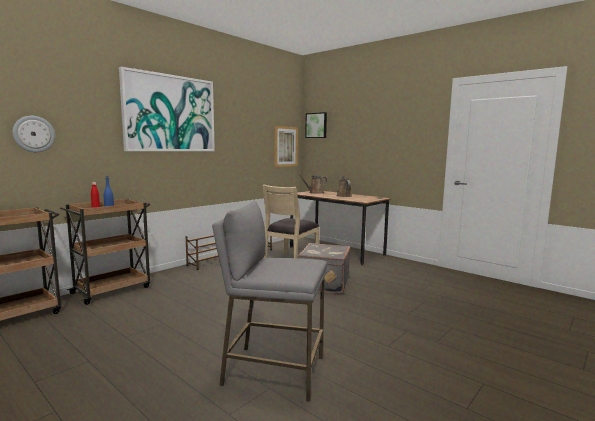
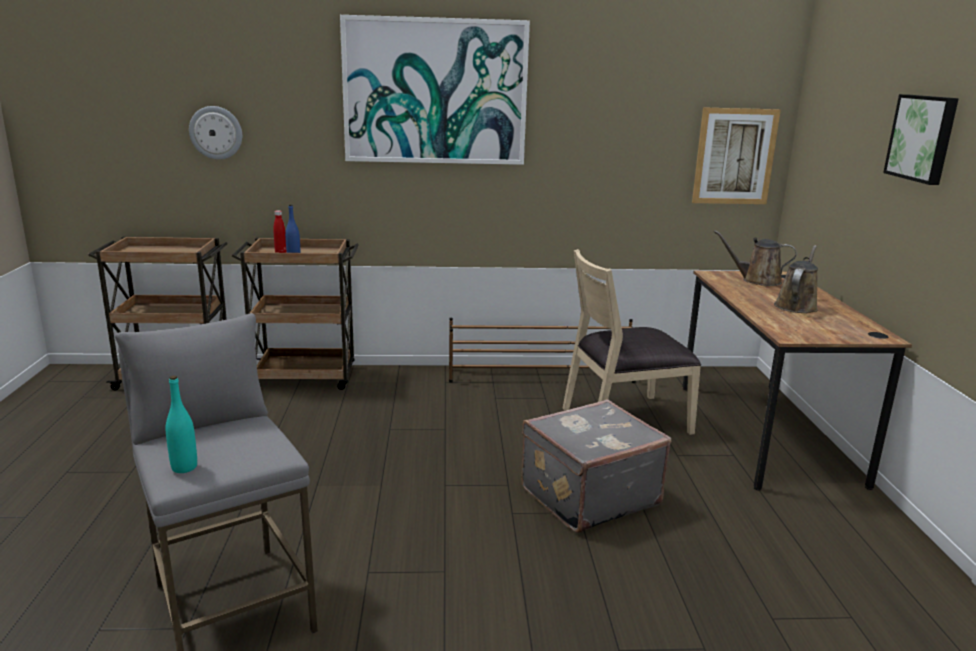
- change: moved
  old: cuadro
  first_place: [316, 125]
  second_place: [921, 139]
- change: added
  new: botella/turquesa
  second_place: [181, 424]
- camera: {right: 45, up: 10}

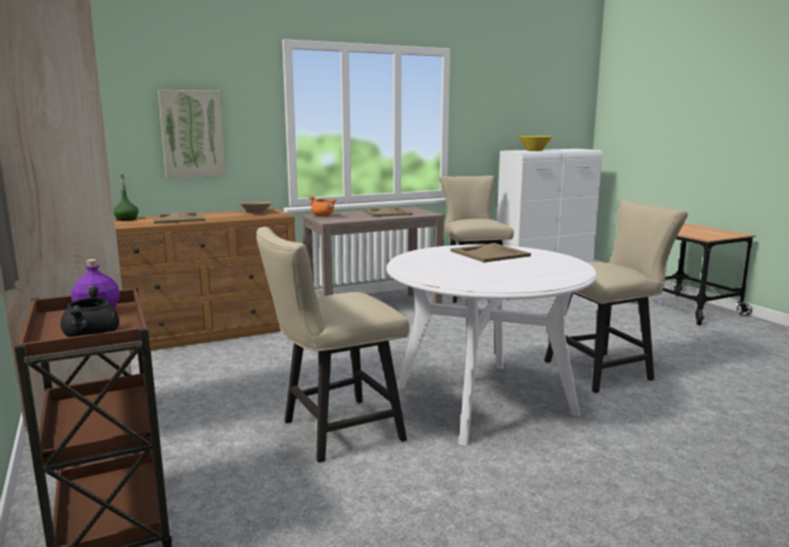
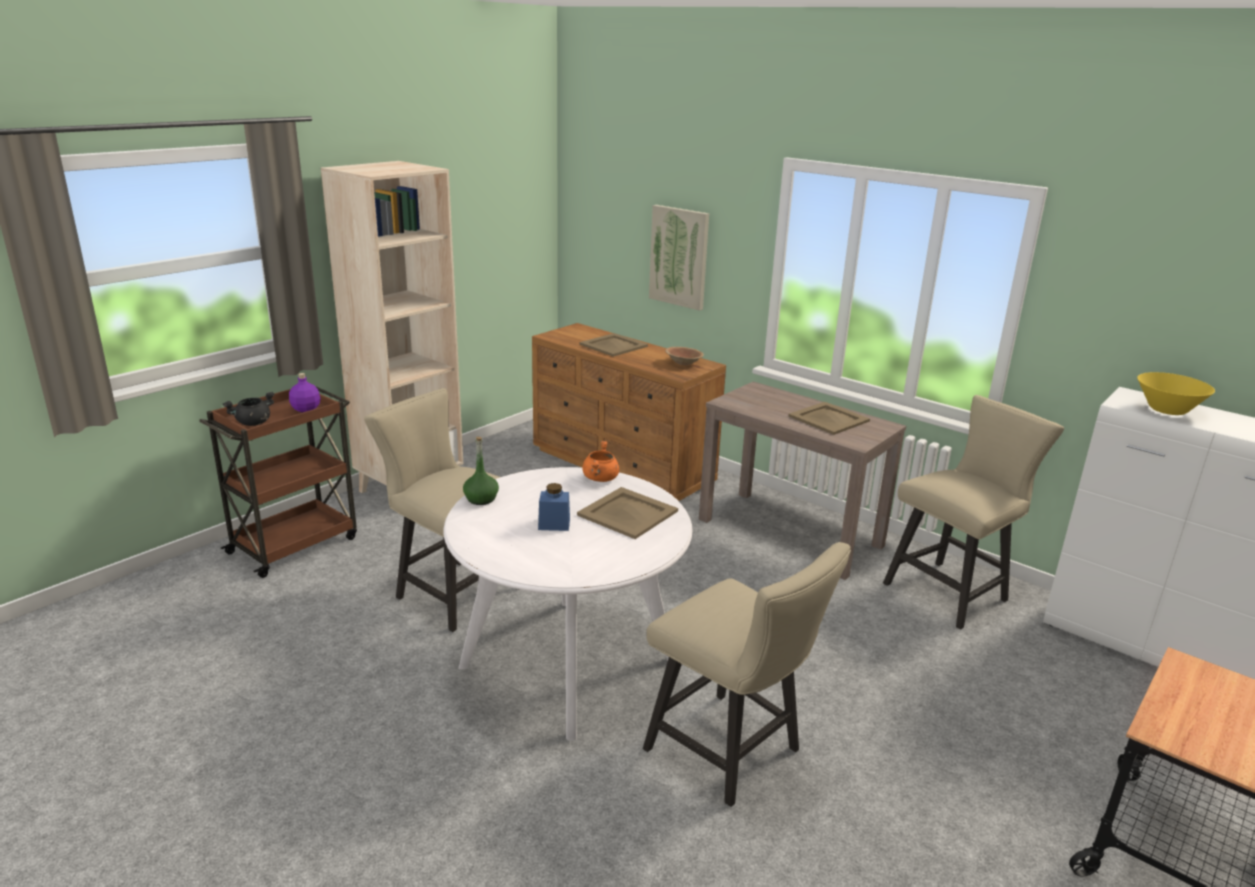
- change: moved
  old: botella/verde
  first_place: [125, 198]
  second_place: [481, 471]
- change: moved
  old: olla/naranja
  first_place: [322, 206]
  second_place: [600, 461]
- change: added
  new: tarro/azul
  second_place: [554, 507]
- camera: {right: 65, up: 10}

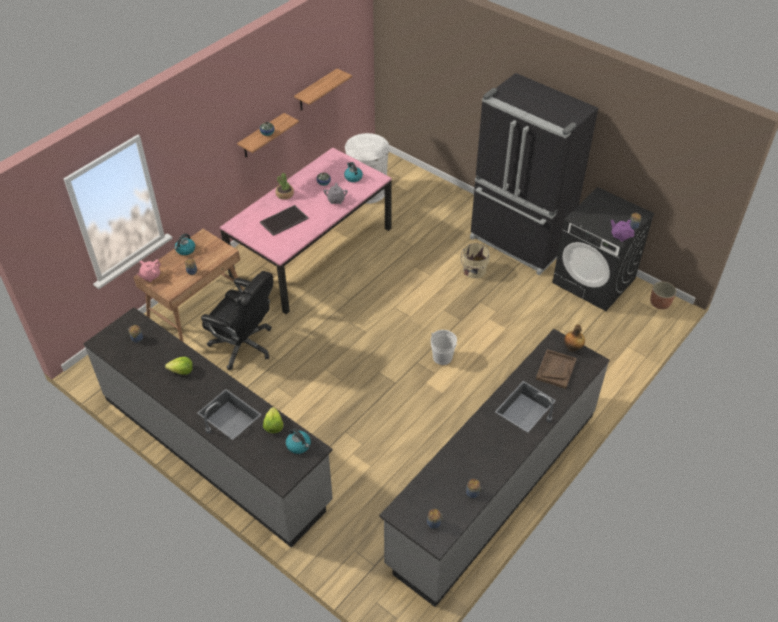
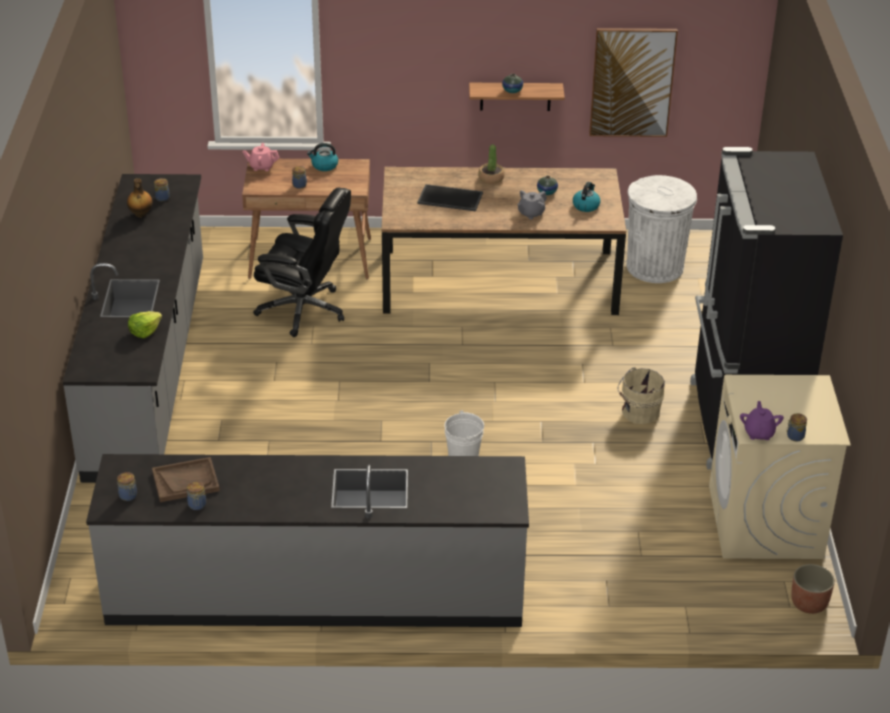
- change: removed
  old: lechuga
  first_place: [179, 366]
- change: turned
  old: silla de oficina/negro
  first_place: [237, 320]
  second_place: [302, 262]
  degrees: -60
- change: recoloured
  old: mesa de comedor/rosa
  new: mesa de comedor/marrón
  first_place: [306, 231]
  second_place: [503, 241]
- change: removed
  old: hervidor
  first_place: [298, 441]
- change: replaced
  old: estante
  new: cuadro
  first_place: [323, 90]
  second_place: [633, 82]
- change: moved
  old: bandeja/marrón
  first_place: [556, 369]
  second_place: [186, 479]
- change: recoloured
  old: lavadora/negro
  new: lavadora/beis
  first_place: [603, 249]
  second_place: [780, 467]
- change: moved
  old: botella
  first_place: [574, 338]
  second_place: [140, 198]
- camera: {right: 50, up: -10}

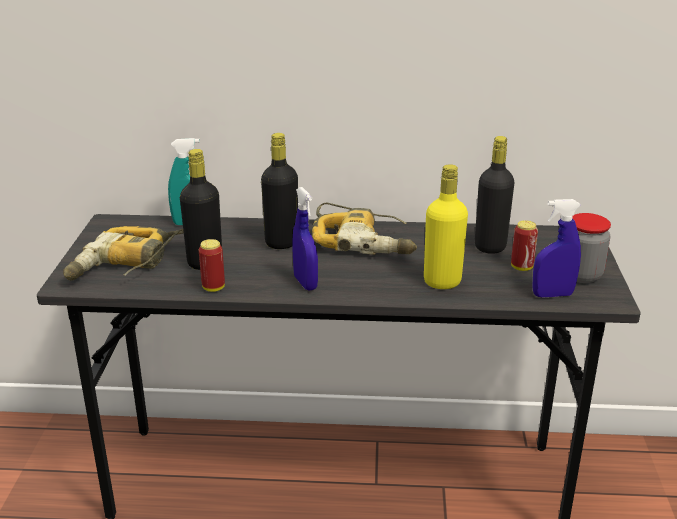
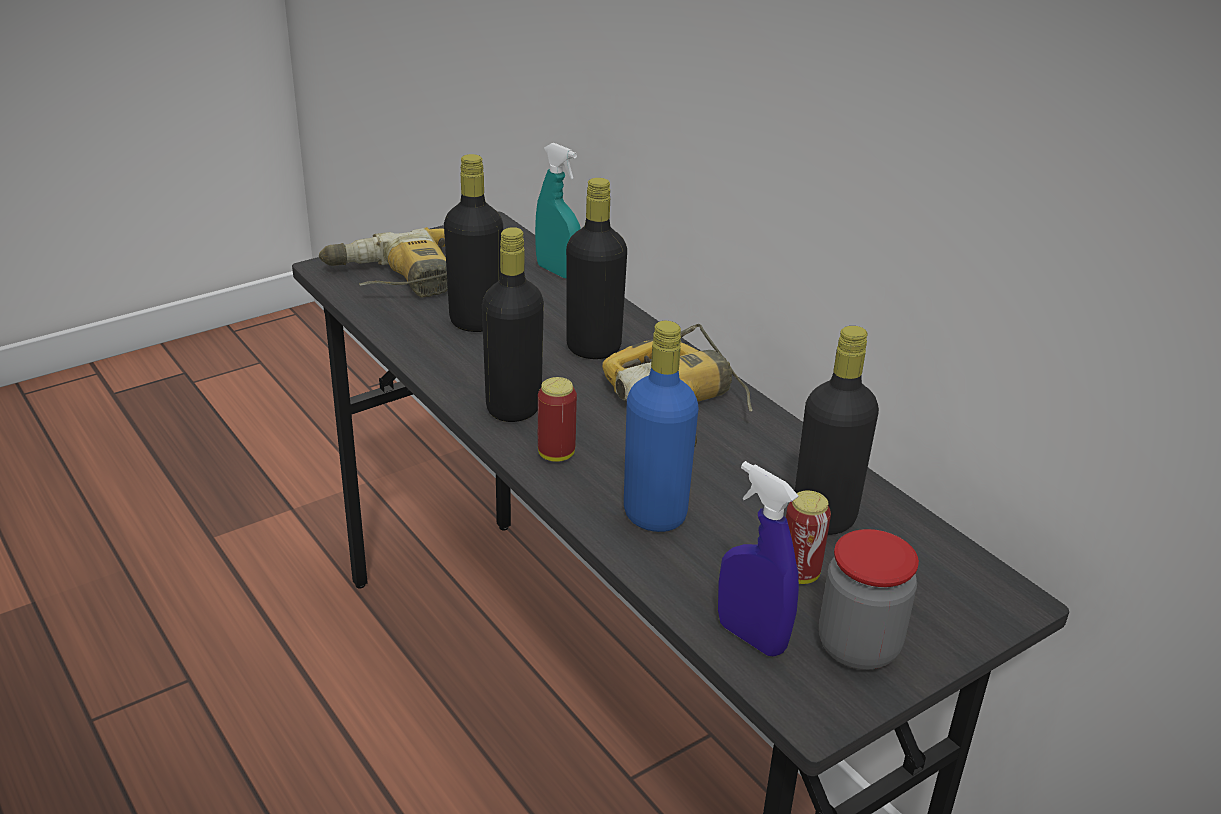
- change: moved
  old: lata
  first_place: [212, 265]
  second_place: [557, 419]
- change: replaced
  old: pulverizador/azul
  new: botella/negro
  first_place: [305, 239]
  second_place: [513, 324]
- change: recoloured
  old: botella/amarillo
  new: botella/azul
  first_place: [446, 226]
  second_place: [661, 426]
- camera: {right: 50, up: 5}

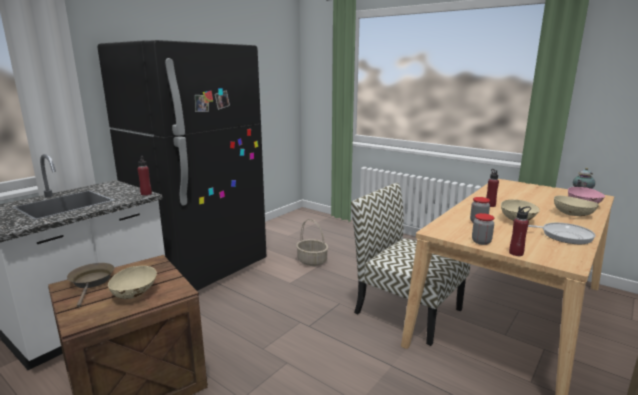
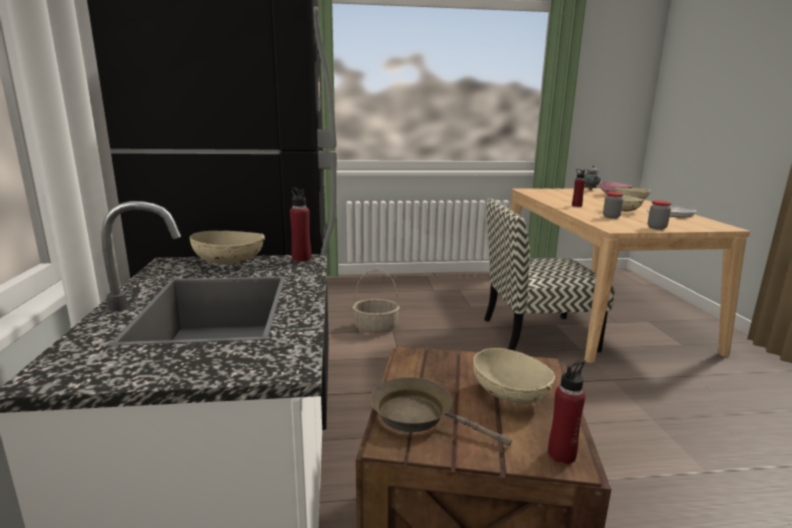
- change: moved
  old: botella/rojo
  first_place: [520, 231]
  second_place: [567, 412]
- change: added
  new: cuenco/beis
  second_place: [227, 248]
- camera: {right: -45, up: 0}

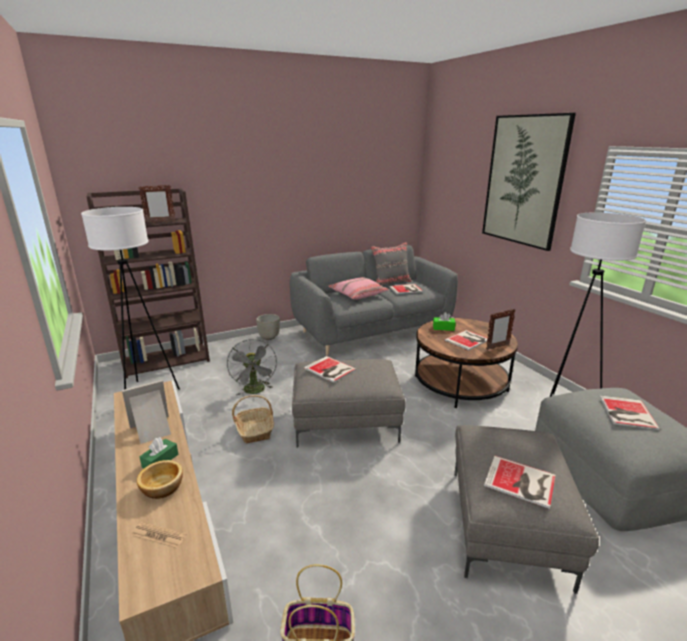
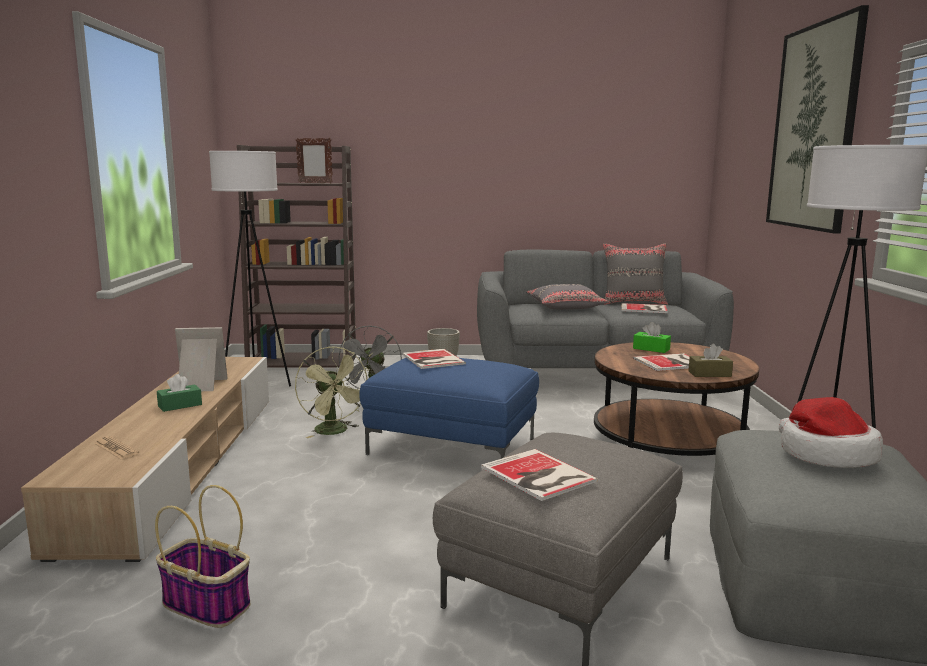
- change: removed
  old: cuenco
  first_place: [160, 479]
- change: replaced
  old: cesta
  new: ventilador/verde
  first_place: [253, 419]
  second_place: [332, 392]
- change: recoloured
  old: puf/gris
  new: puf/azul
  first_place: [349, 403]
  second_place: [449, 408]
- change: recoloured
  old: cojín/rosa
  new: cojín/gris
  first_place: [358, 288]
  second_place: [567, 297]
- change: replaced
  old: portarretratos
  new: caja de pañuelos/marrón
  first_place: [501, 329]
  second_place: [711, 360]
- change: replaced
  old: libro
  new: sombrero
  first_place: [630, 412]
  second_place: [831, 432]
- camera: {right: 25, up: -10}

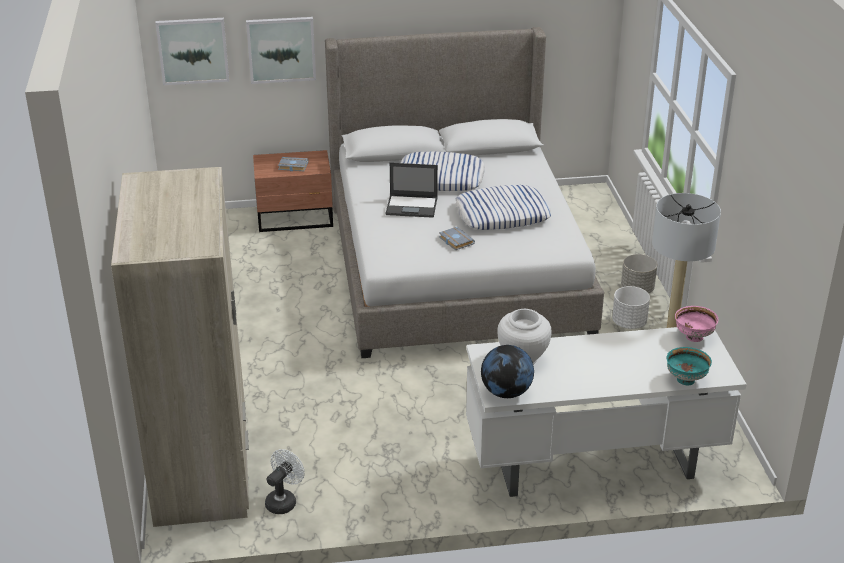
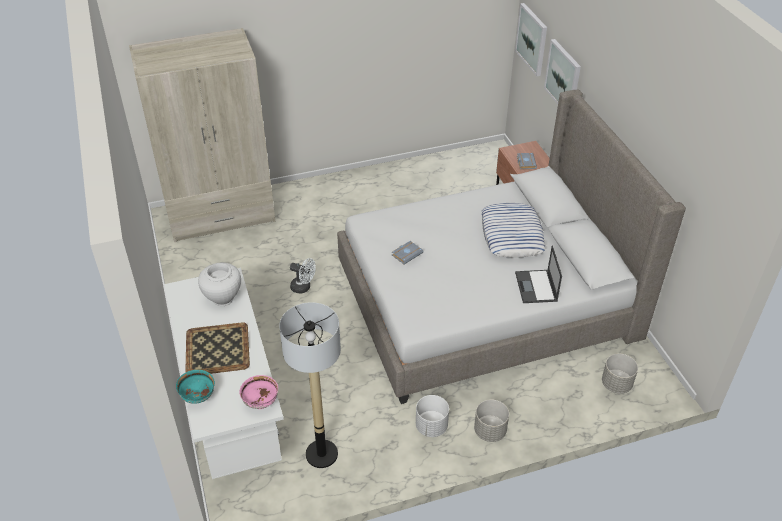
- change: moved
  old: ventilador/blanco
  first_place: [285, 481]
  second_place: [303, 276]
- change: moved
  old: portátil
  first_place: [411, 190]
  second_place: [538, 274]
- change: removed
  old: cojín
  first_place: [503, 207]
- change: removed
  old: globo terráqueo
  first_place: [507, 371]
- change: added
  new: bandeja
  second_place: [217, 348]
- change: added
  new: maceta/gris
  second_place: [620, 374]
- camera: {right: 80, up: 10}

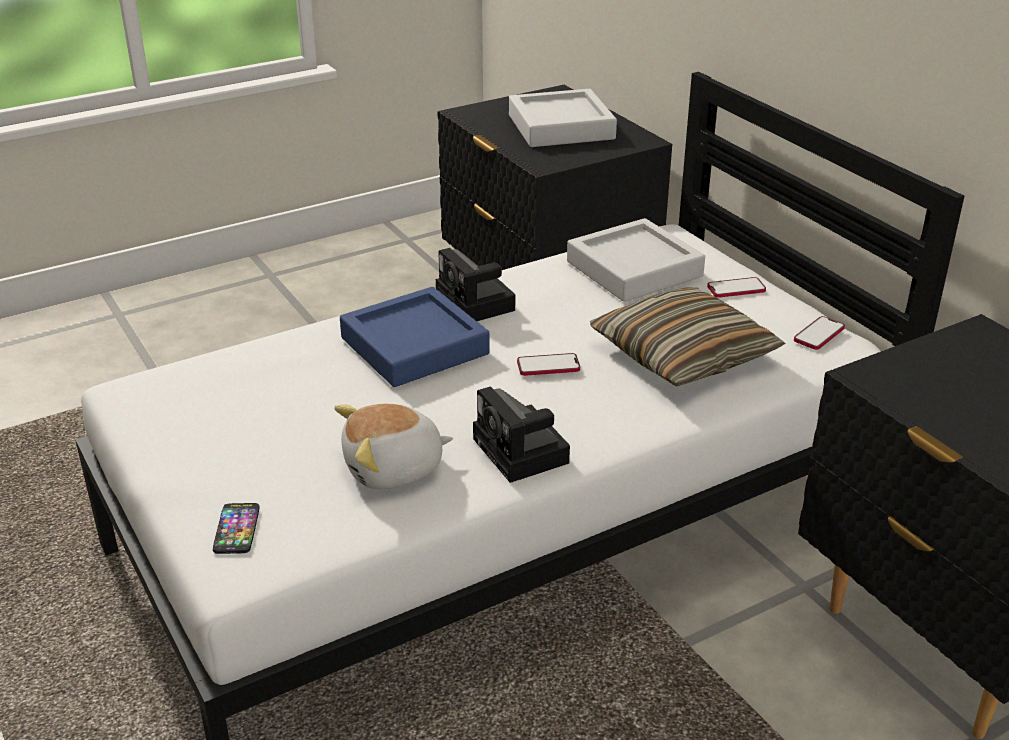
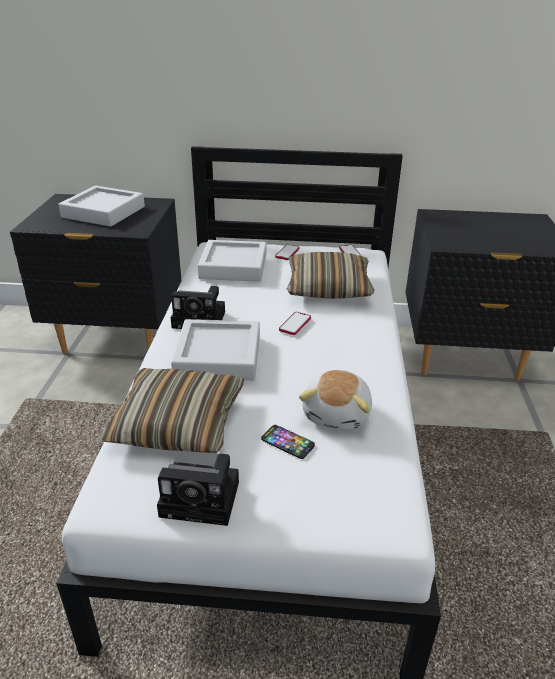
- change: moved
  old: móvil
  first_place: [236, 528]
  second_place: [288, 442]
- change: recoloured
  old: bandeja/azul
  new: bandeja/gris
  first_place: [415, 337]
  second_place: [215, 350]
- change: moved
  old: cámara
  first_place: [521, 434]
  second_place: [198, 490]
- change: added
  new: cojín
  second_place: [172, 410]
- camera: {right: -55, up: 0}

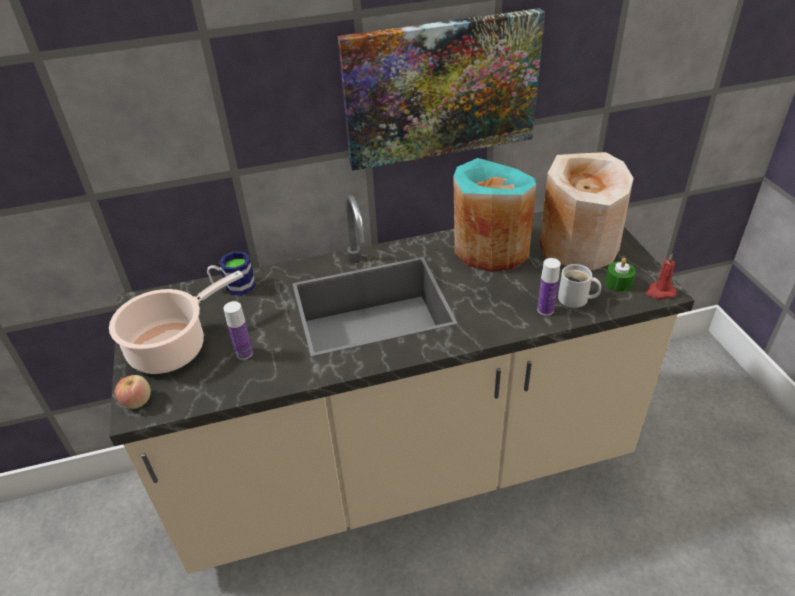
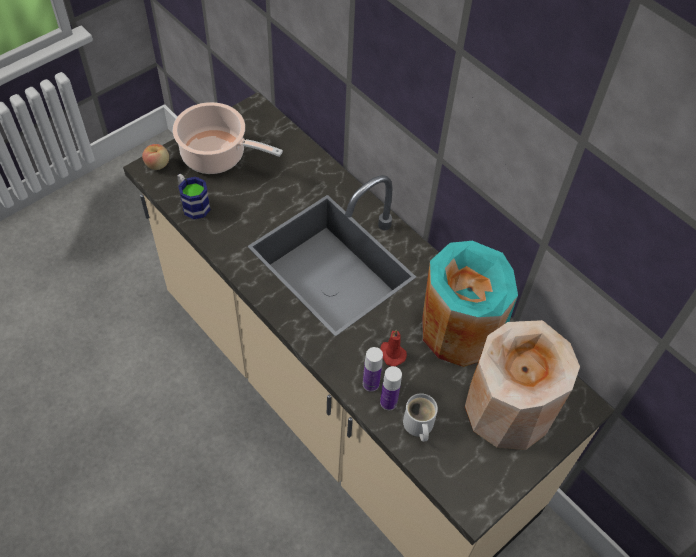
- change: moved
  old: taza grande
  first_place: [231, 273]
  second_place: [194, 196]
- change: moved
  old: botella
  first_place: [238, 330]
  second_place: [373, 369]
- change: removed
  old: cuadro
  first_place: [441, 89]
- change: removed
  old: vela/verde
  first_place: [620, 275]
- change: moved
  old: vela/rojo
  first_place: [660, 276]
  second_place: [393, 347]
- camera: {right: 60, up: 15}

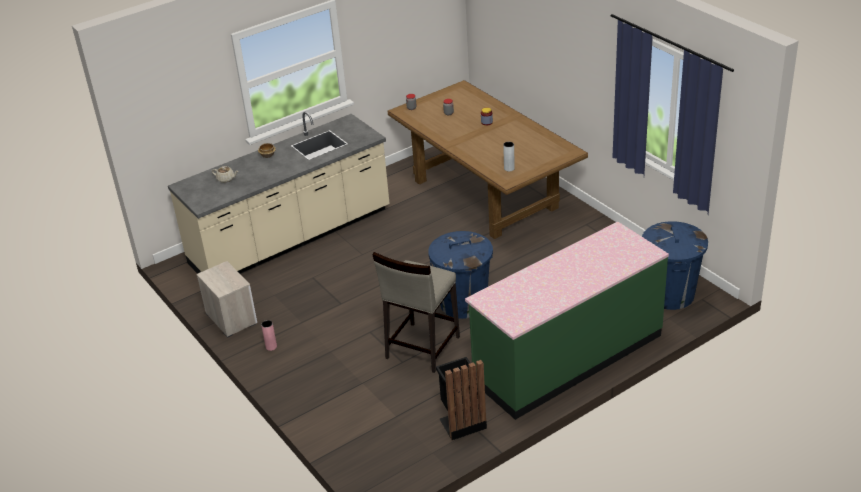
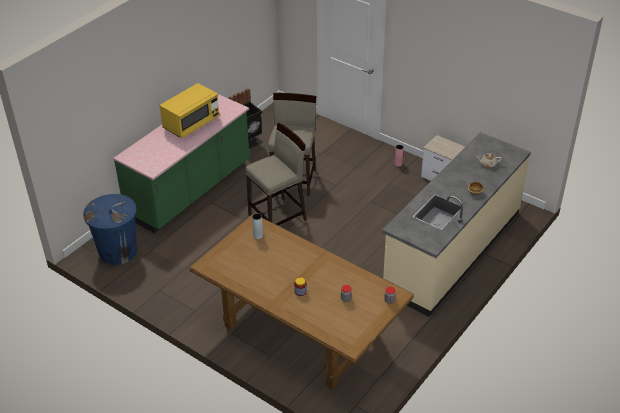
- change: replaced
  old: papelera/azul
  new: taburete/beis
  first_place: [460, 275]
  second_place: [276, 174]
- change: added
  new: microondas/amarillo
  second_place: [189, 110]
- camera: {right: 160, up: 5}

